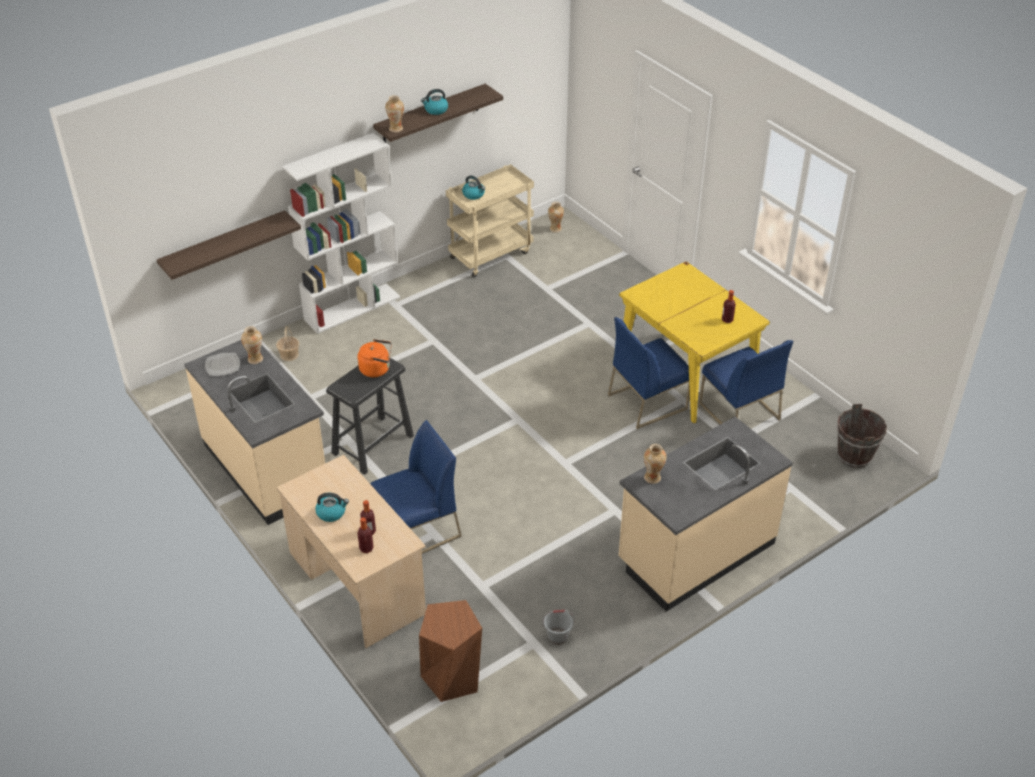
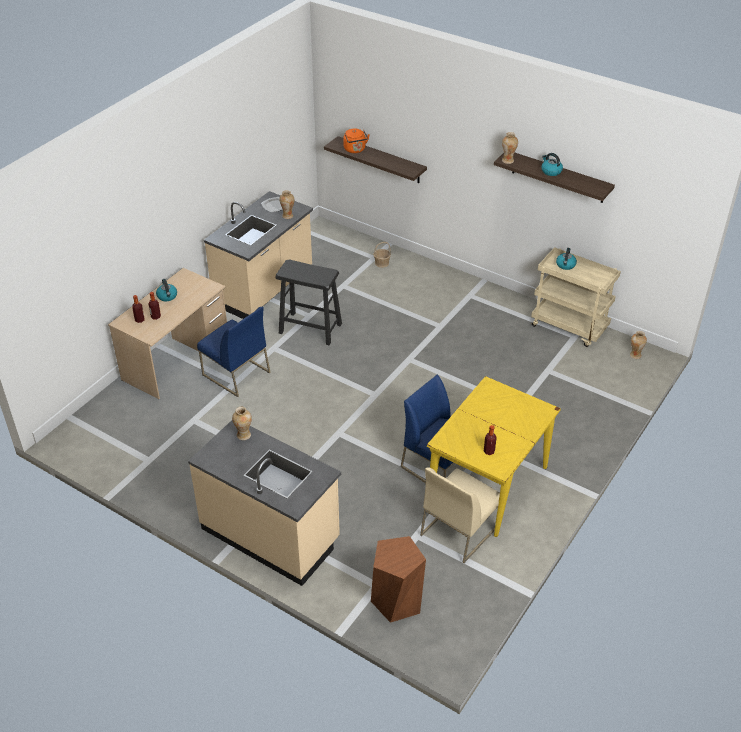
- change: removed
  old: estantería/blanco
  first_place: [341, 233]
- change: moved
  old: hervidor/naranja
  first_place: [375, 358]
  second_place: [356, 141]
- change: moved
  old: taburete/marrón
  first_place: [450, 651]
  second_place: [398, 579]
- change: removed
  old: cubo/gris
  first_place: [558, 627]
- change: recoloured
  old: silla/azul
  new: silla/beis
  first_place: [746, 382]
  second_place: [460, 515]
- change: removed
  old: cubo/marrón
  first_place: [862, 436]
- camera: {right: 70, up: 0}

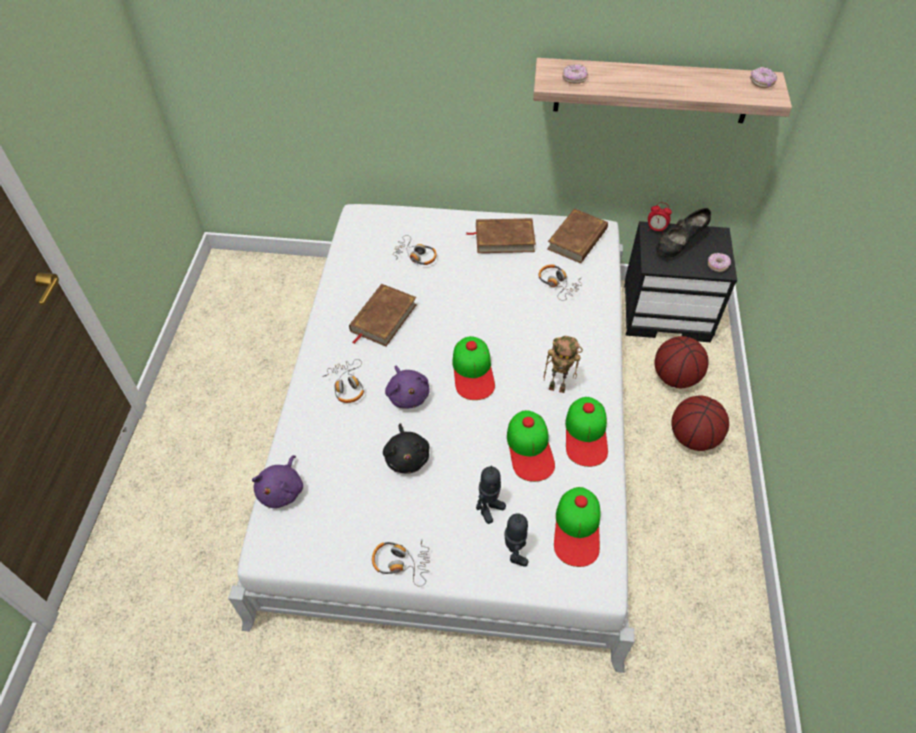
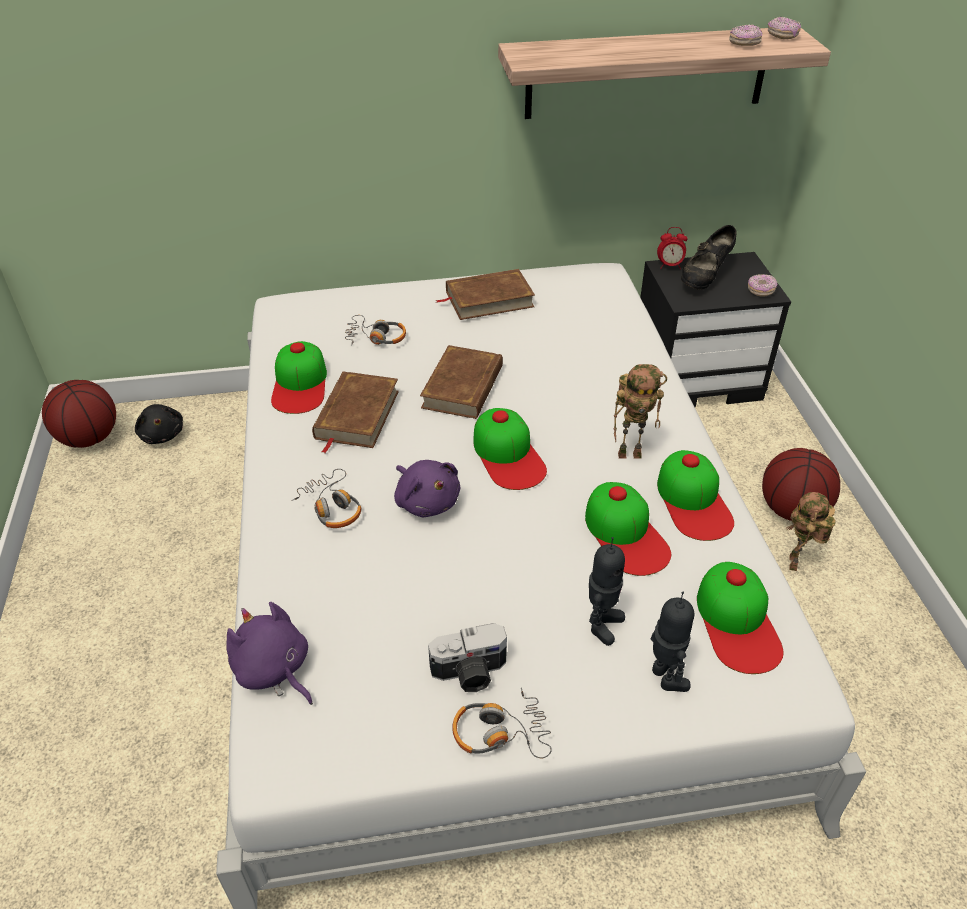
- change: turned
  old: peluche/morado
  first_place: [277, 481]
  second_place: [269, 653]
  degrees: 135
- change: moved
  old: peluche/negro
  first_place: [406, 448]
  second_place: [159, 424]
- change: removed
  old: auriculares
  first_place: [560, 283]
- change: moved
  old: libro/marrón
  first_place: [577, 236]
  second_place: [461, 382]
- change: moved
  old: rosquilla
  first_place: [575, 74]
  second_place: [745, 35]
- change: moved
  old: balón de baloncesto
  first_place: [681, 362]
  second_place: [79, 414]
- change: added
  new: gorra
  second_place: [299, 377]
- change: added
  new: cámara
  second_place: [467, 657]
- change: added
  new: robot de juguete
  second_place: [811, 531]
- camera: {right: -15, up: -10}

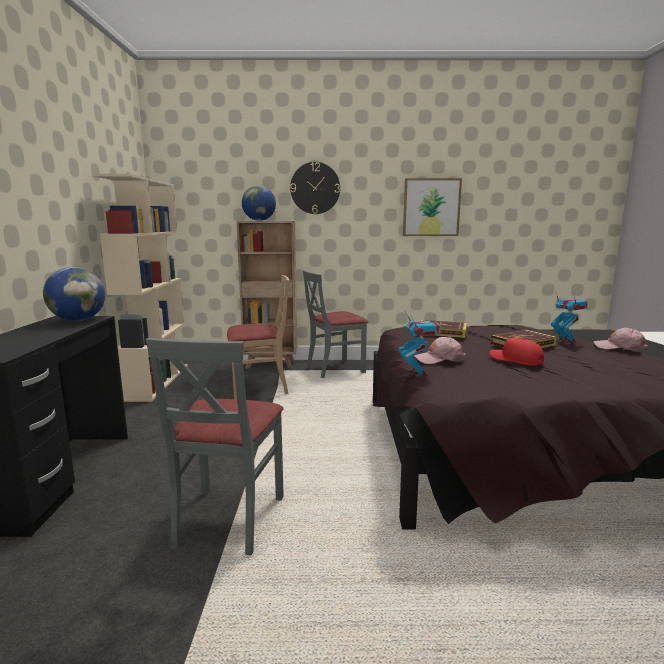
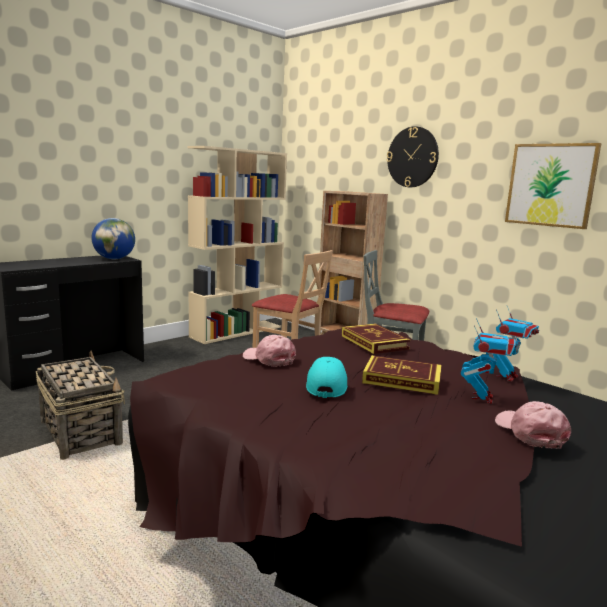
- change: replaced
  old: silla/gris
  new: cesta
  first_place: [215, 446]
  second_place: [80, 405]
- change: removed
  old: globo terráqueo
  first_place: [259, 203]
- change: moved
  old: robot de juguete
  first_place: [419, 343]
  second_place: [512, 343]
- change: recoloured
  old: gorra/rojo
  new: gorra/turquesa
  first_place: [516, 351]
  second_place: [326, 377]
- camera: {right: 45, up: 0}

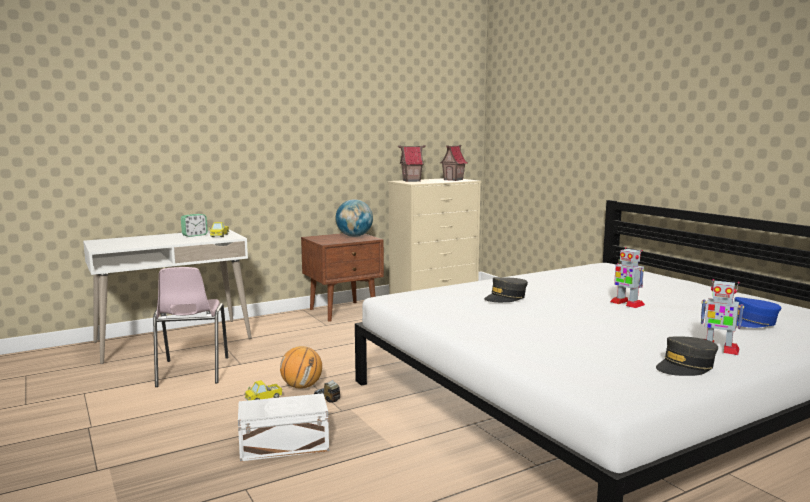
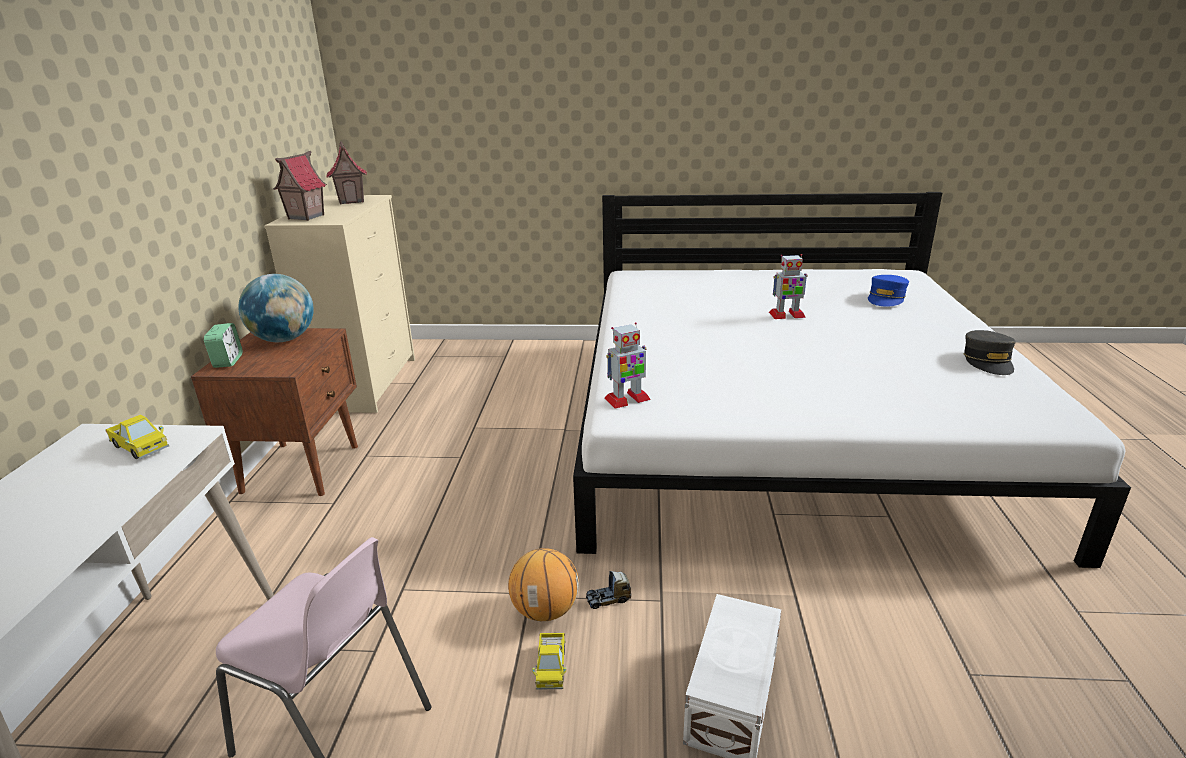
- change: moved
  old: despertador
  first_place: [194, 225]
  second_place: [223, 345]
- change: removed
  old: gorra/gris
  first_place: [506, 289]
- change: moved
  old: robot de juguete
  first_place: [722, 317]
  second_place: [627, 365]
- camera: {right: -55, up: 15}

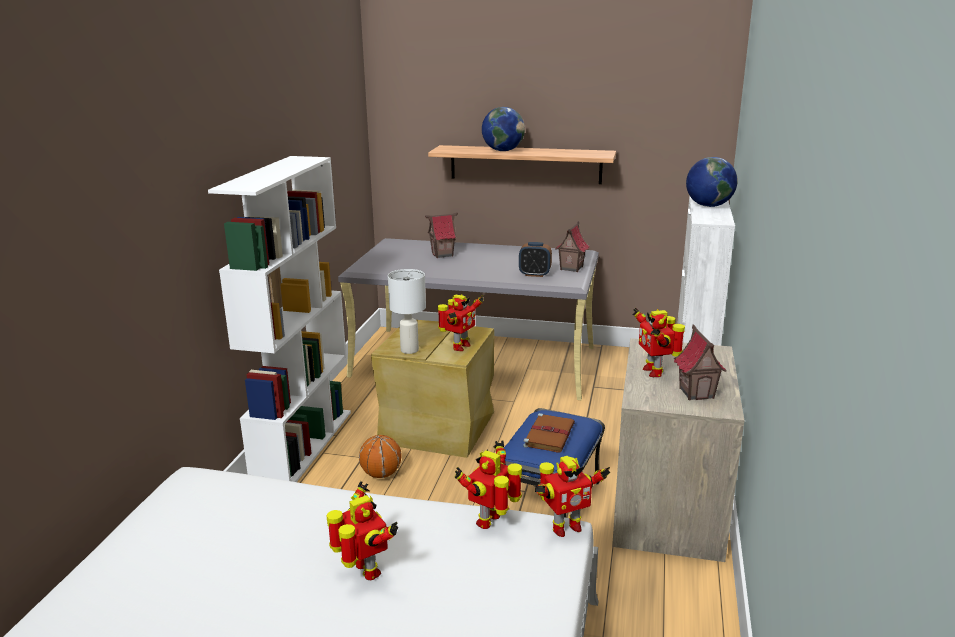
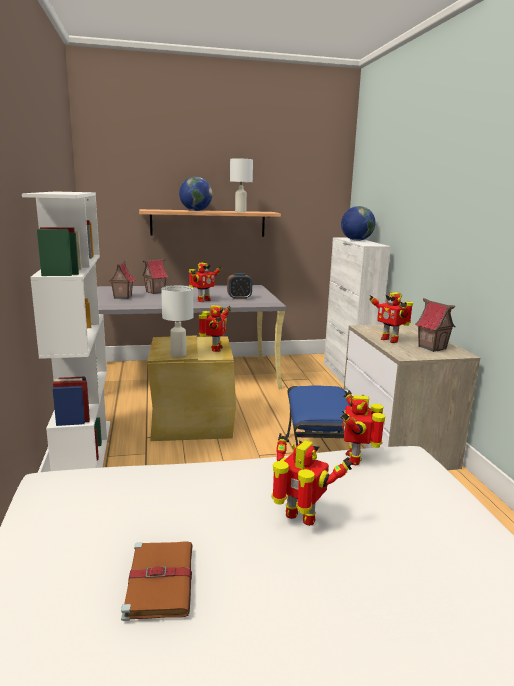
- change: removed
  old: balón de baloncesto
  first_place: [380, 456]
- change: moved
  old: libro/marrón
  first_place: [549, 433]
  second_place: [157, 581]
- change: moved
  old: robot de juguete
  first_place: [572, 496]
  second_place: [205, 282]
- change: moved
  old: casita
  first_place: [572, 246]
  second_place: [121, 279]
- change: added
  new: lámpara de mesa/blanco
  second_place: [241, 185]
- camera: {right: -25, up: -5}

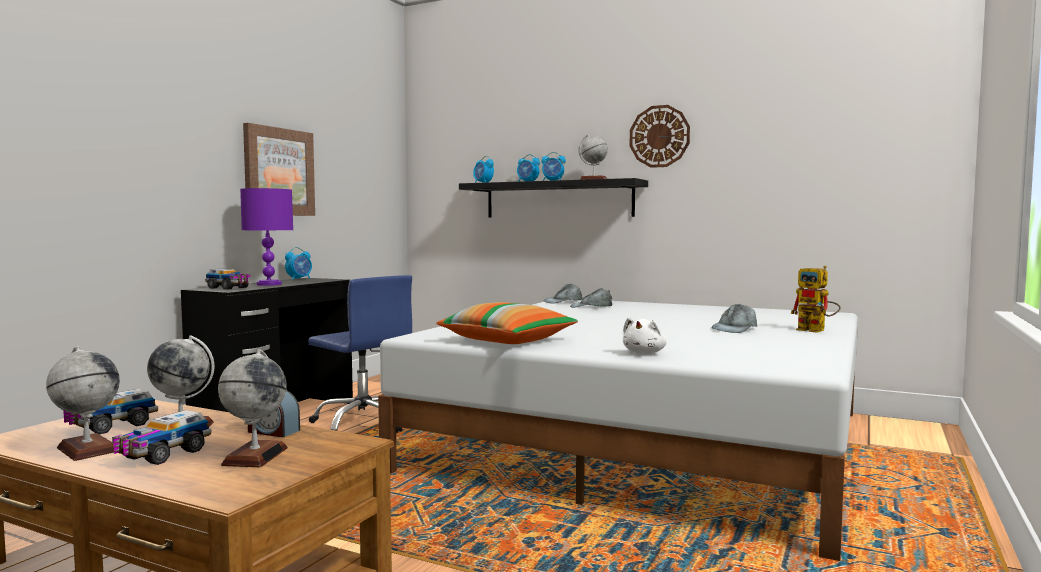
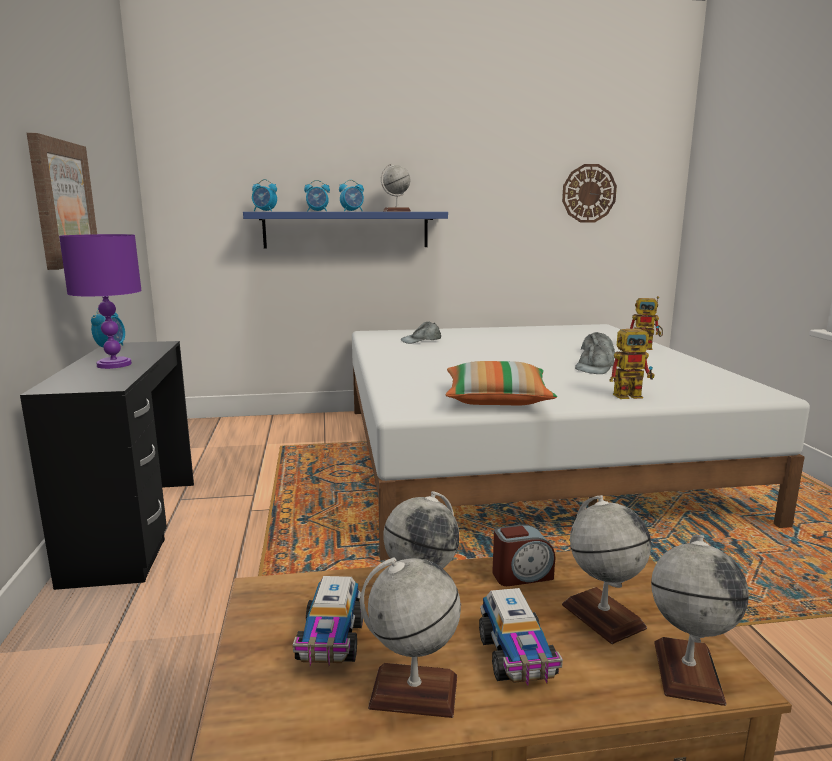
- change: removed
  old: camión de juguete
  first_place: [228, 279]
- change: removed
  old: silla de oficina/azul
  first_place: [360, 354]
- change: recoloured
  old: estante/negro
  new: estante/azul
  first_place: [553, 197]
  second_place: [345, 230]
- change: moved
  old: gorra/gris
  first_place: [562, 294]
  second_place: [594, 359]
- change: replaced
  old: peluche/blanco
  new: robot de juguete
  first_place: [645, 335]
  second_place: [632, 362]
- change: moved
  old: reloj de pared
  first_place: [660, 136]
  second_place: [589, 193]
- change: added
  new: globo terráqueo
  second_place: [700, 620]
- camera: {right: -35, up: 10}

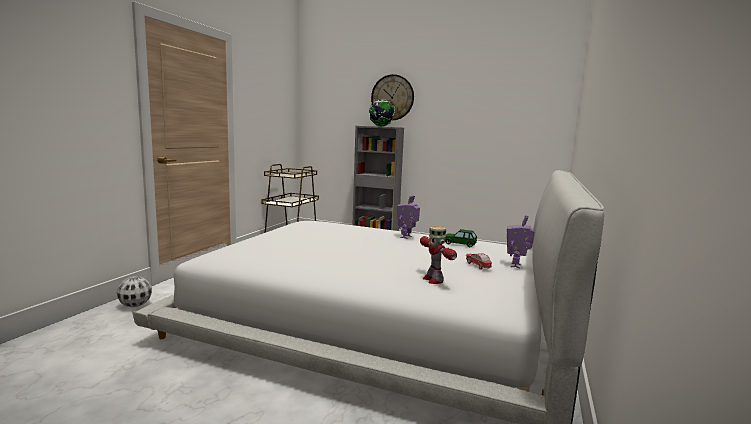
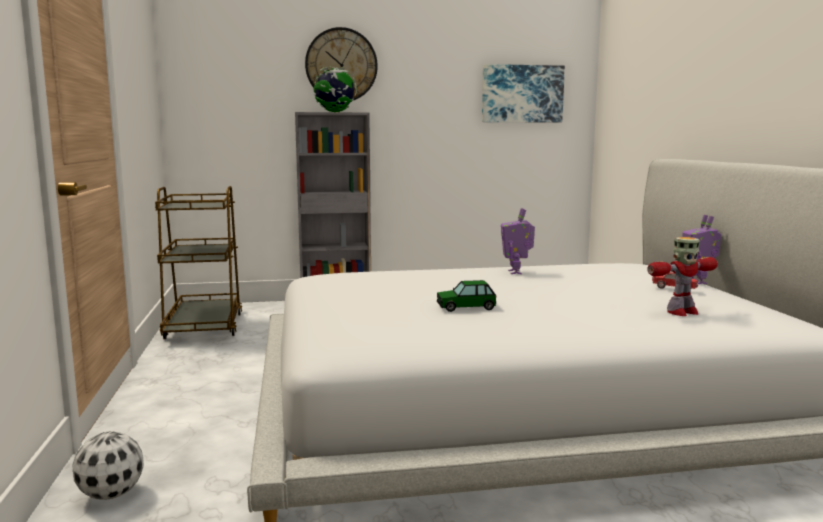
- change: turned
  old: robot de juguete
  first_place: [438, 255]
  second_place: [682, 276]
  degrees: -60
- change: moved
  old: coche de juguete
  first_place: [461, 238]
  second_place: [466, 296]
- change: added
  new: cuadro
  second_place: [523, 93]
- camera: {right: -30, up: 0}

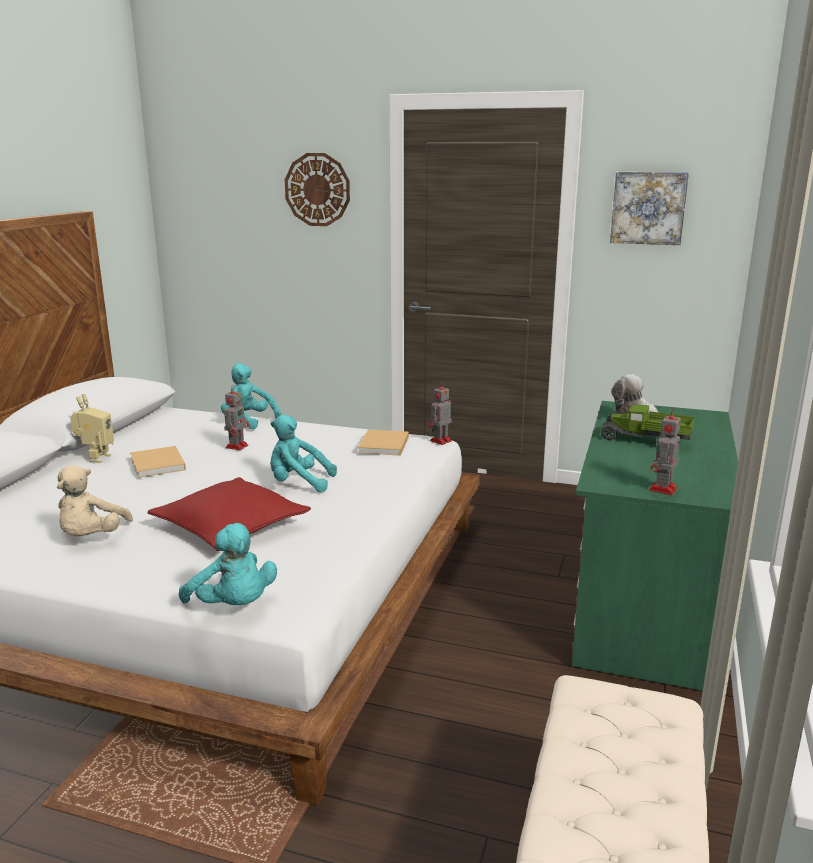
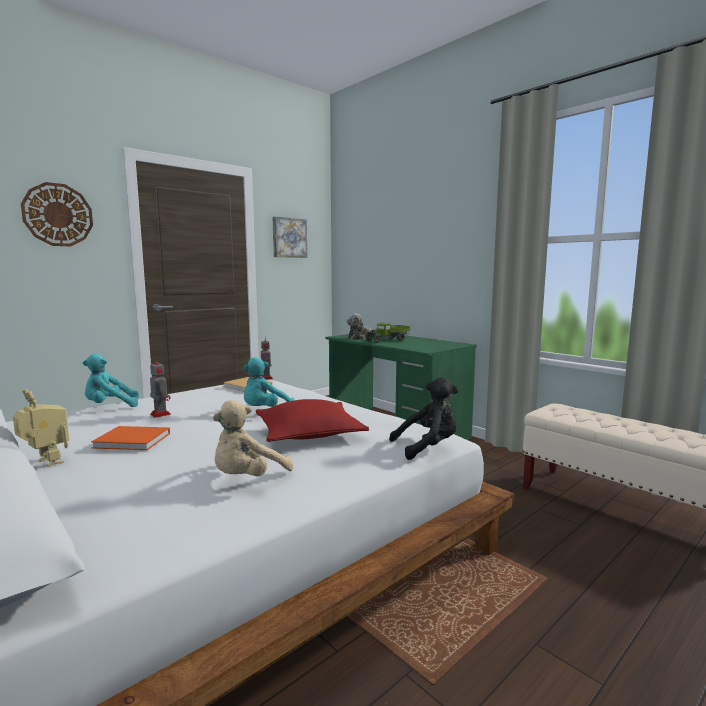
- change: turned
  old: peluche/beis
  first_place: [95, 500]
  second_place: [253, 438]
  degrees: 90
- change: recoloured
  old: libro/beis
  new: libro/naranja
  first_place: [158, 462]
  second_place: [130, 438]
- change: recoloured
  old: peluche/turquesa
  new: peluche/negro
  first_place: [228, 564]
  second_place: [423, 418]
- change: removed
  old: robot de juguete
  first_place: [665, 451]
- camera: {right: -60, up: -10}

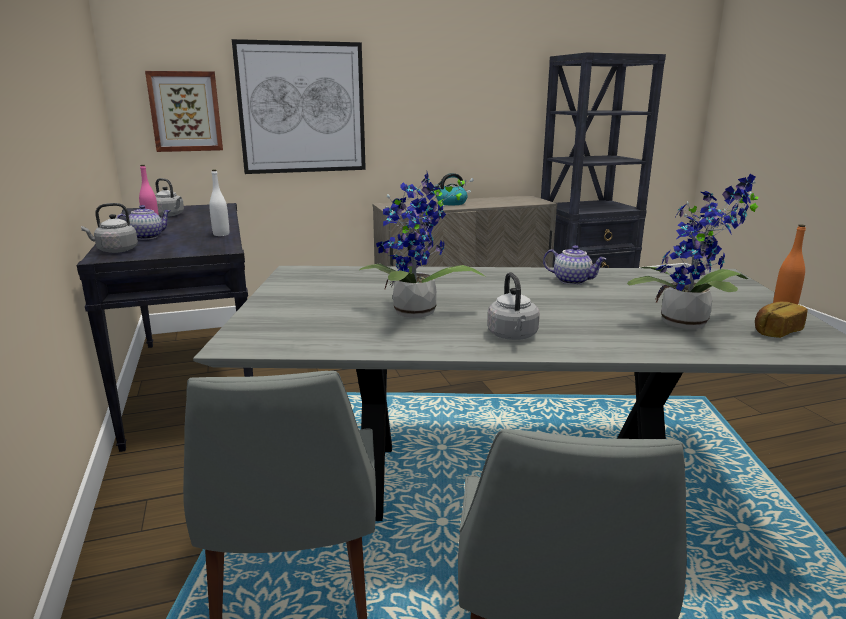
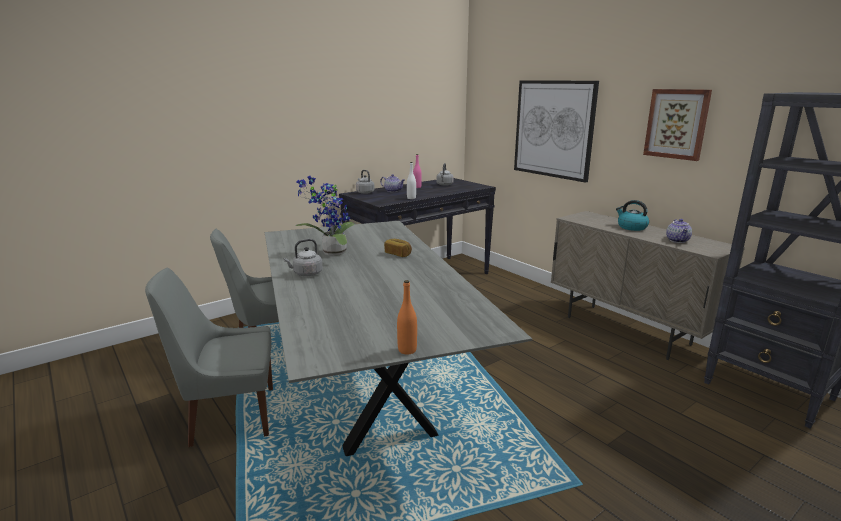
- change: moved
  old: cuadro
  first_place: [184, 111]
  second_place: [677, 125]
- change: moved
  old: tetera
  first_place: [574, 265]
  second_place: [679, 231]
- change: removed
  old: planta en maceta
  first_place: [692, 251]
- change: moved
  old: pan
  first_place: [781, 319]
  second_place: [398, 248]
- camera: {right: 70, up: 0}

